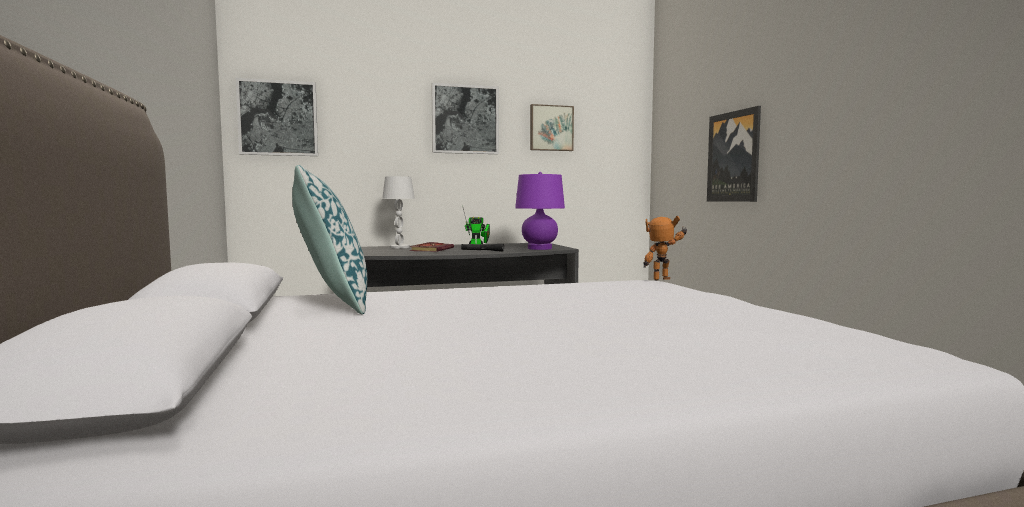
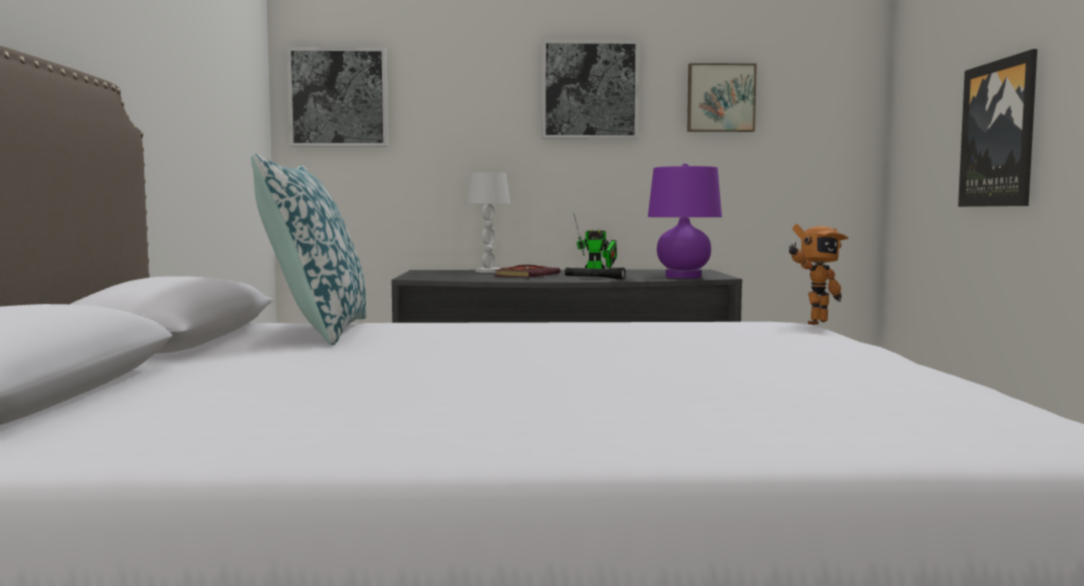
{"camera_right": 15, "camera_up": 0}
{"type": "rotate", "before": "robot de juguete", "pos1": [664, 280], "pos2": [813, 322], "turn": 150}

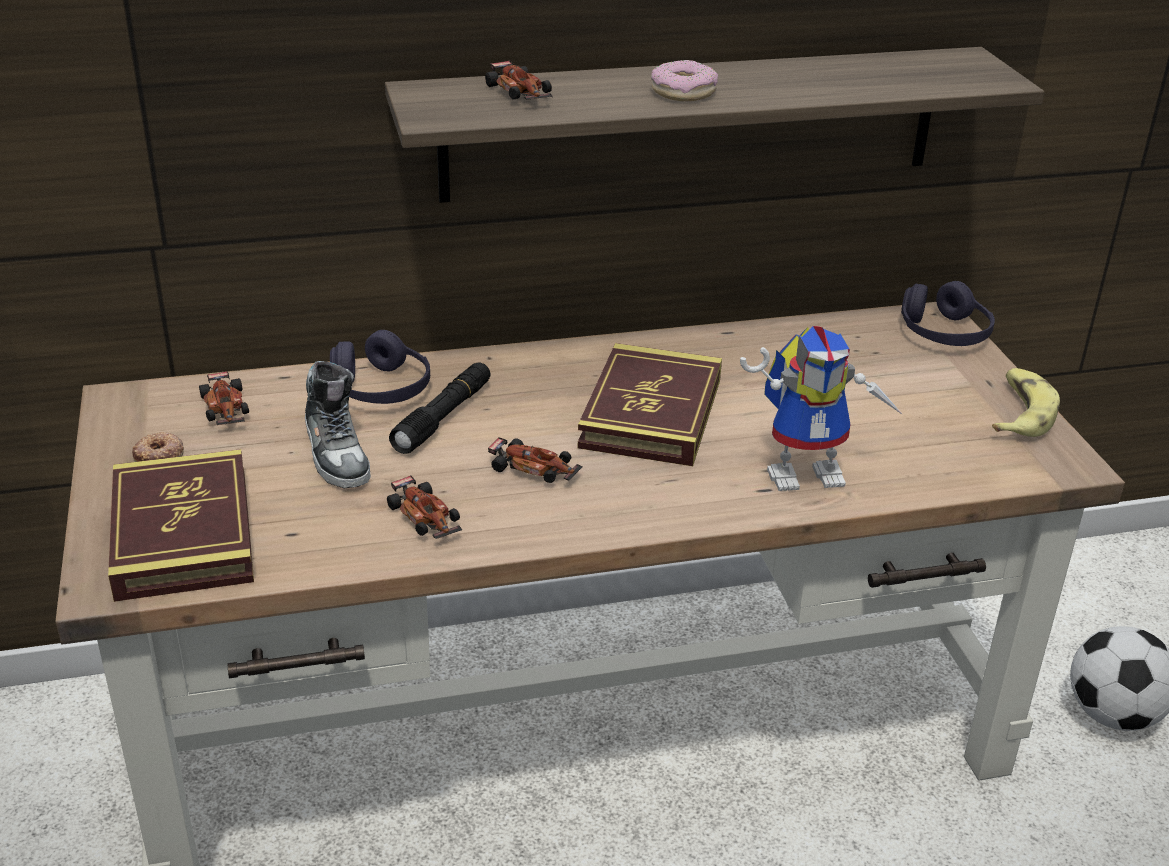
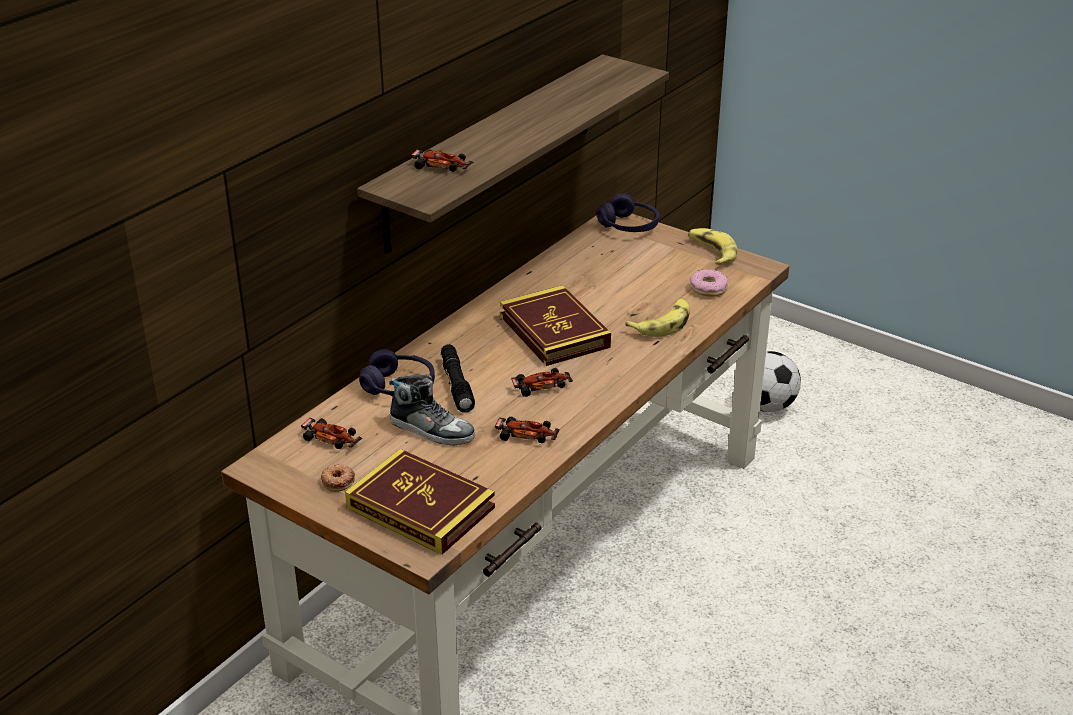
{"camera_right": -40, "camera_up": 0}
{"type": "move", "before": "rosquilla", "pos1": [683, 92], "pos2": [708, 288]}
{"type": "replace", "before": "robot de juguete", "after": "plátano", "pos1": [808, 471], "pos2": [662, 324]}

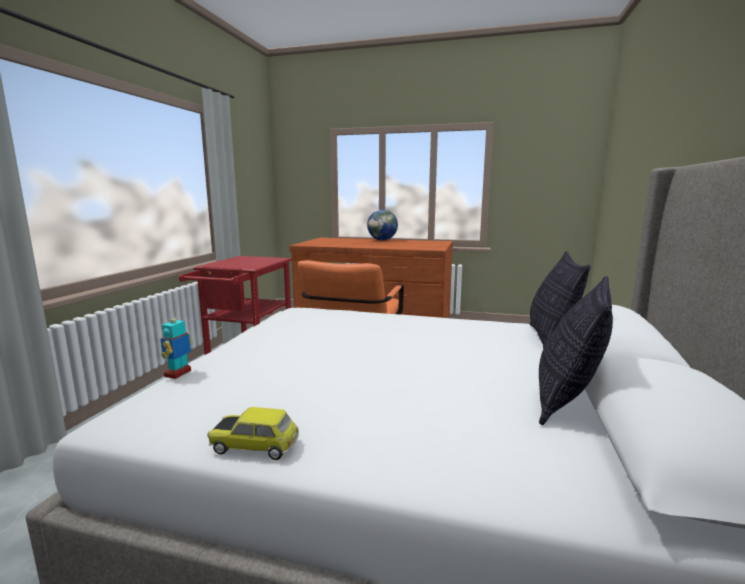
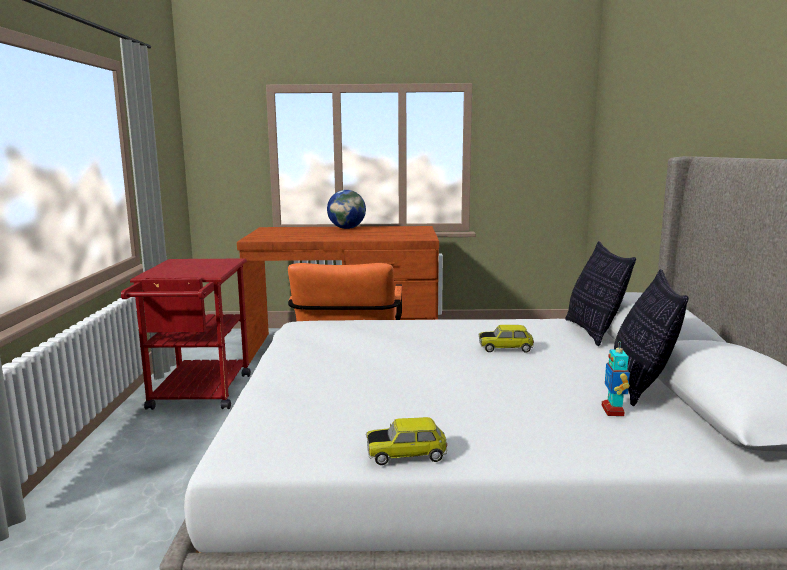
{"camera_right": -15, "camera_up": 0}
{"type": "move", "before": "robot de juguete", "pos1": [178, 374], "pos2": [613, 411]}
{"type": "insert", "after": "coche de juguete", "pos2": [505, 348]}

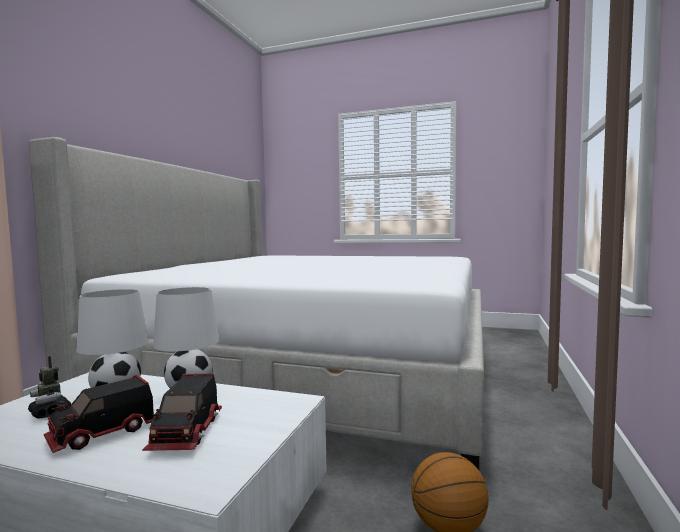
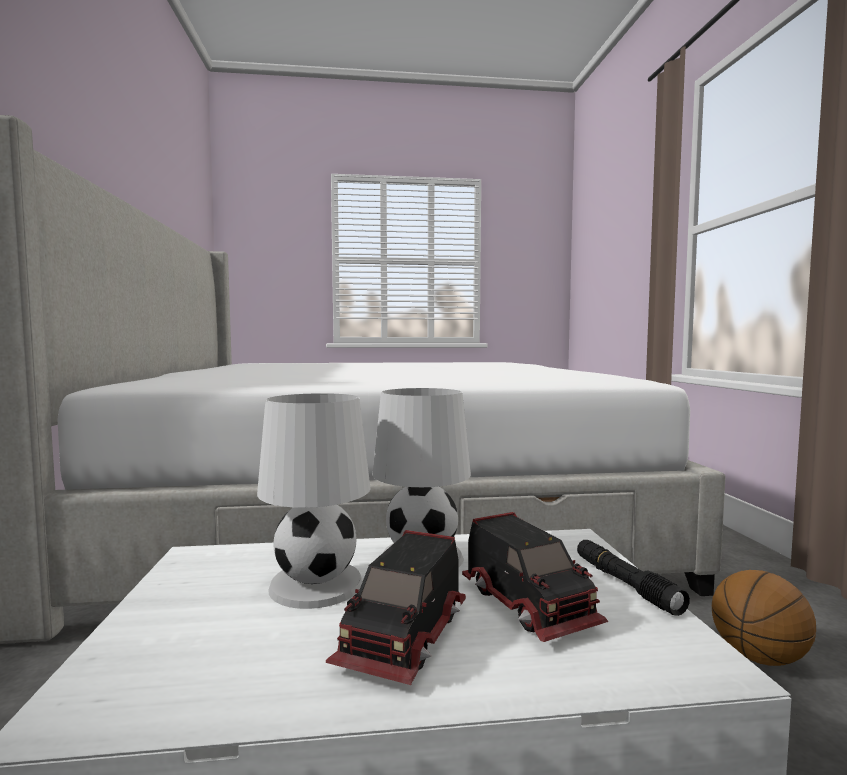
{"camera_right": -25, "camera_up": 0}
{"type": "delete", "before": "robot de juguete", "pos1": [50, 412]}
{"type": "insert", "after": "linterna (negro)", "pos2": [625, 584]}

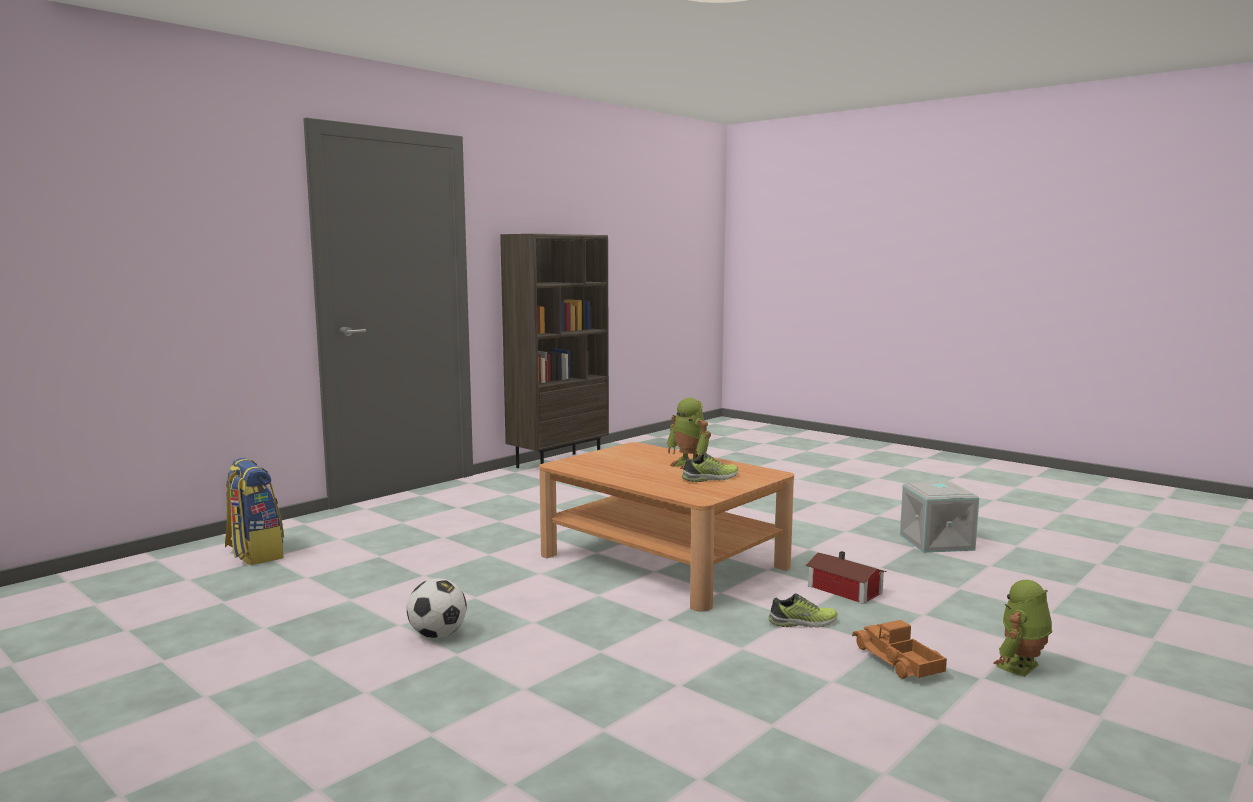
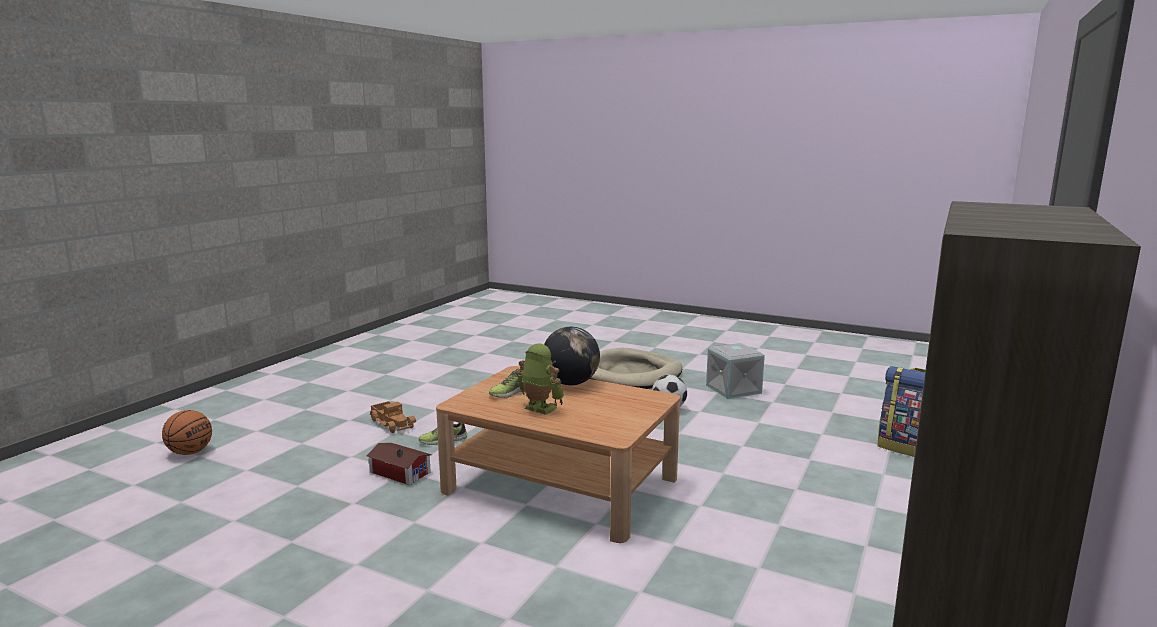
{"camera_right": 165, "camera_up": 5}
{"type": "move", "before": "caja de almacenaje (gris)", "pos1": [935, 542], "pos2": [734, 389]}
{"type": "delete", "before": "robot de juguete", "pos1": [1021, 667]}
{"type": "insert", "after": "globo terráqueo", "pos2": [570, 383]}
{"type": "insert", "after": "cama para perro (beis)", "pos2": [631, 374]}
{"type": "insert", "after": "balón de baloncesto", "pos2": [190, 452]}

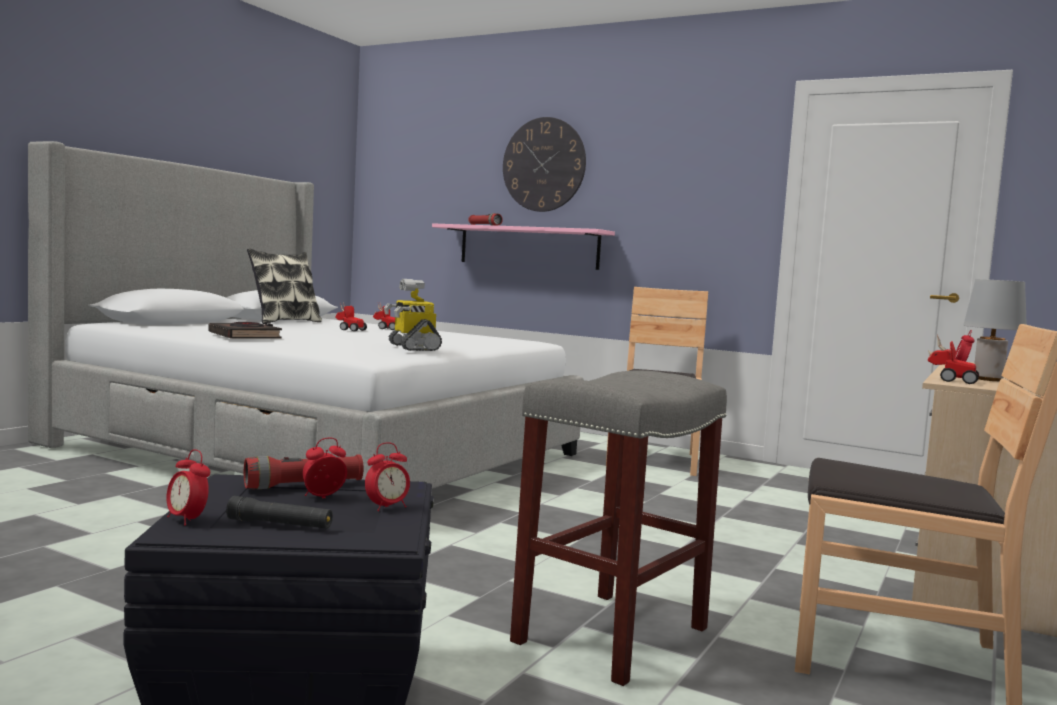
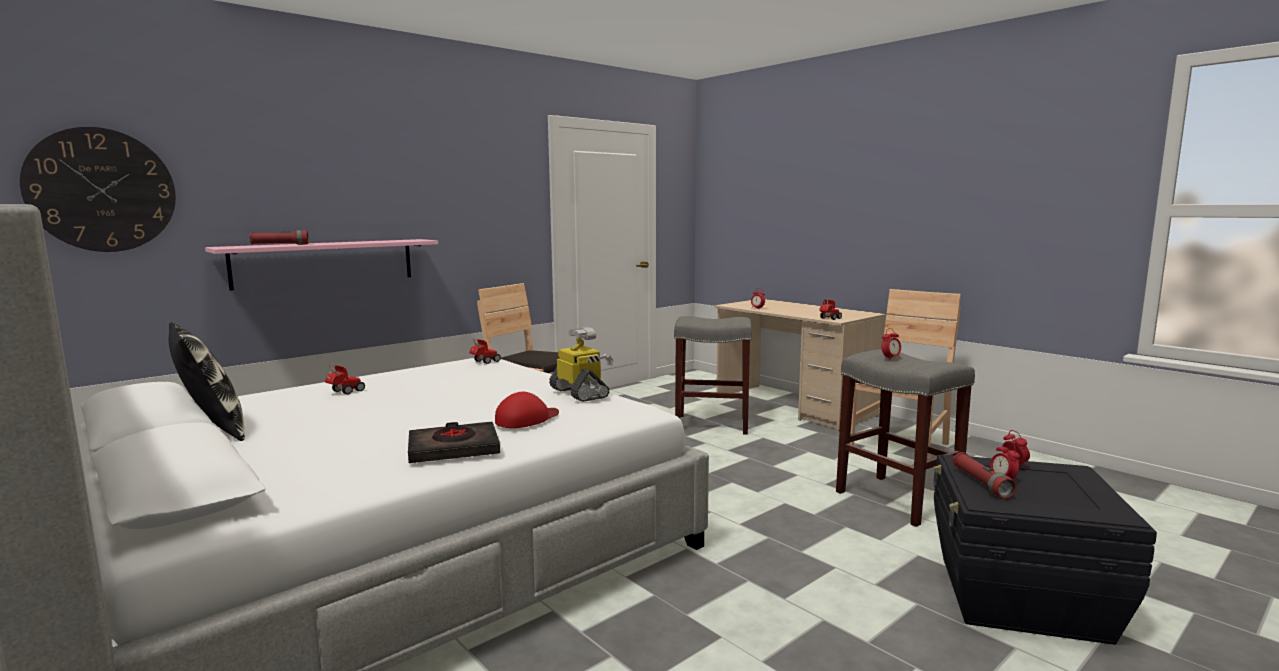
{"camera_right": -70, "camera_up": 5}
{"type": "move", "before": "reloj de pared", "pos1": [544, 164], "pos2": [102, 190]}
{"type": "rotate", "before": "robot de juguete", "pos1": [412, 347], "pos2": [580, 393], "turn": -120}
{"type": "delete", "before": "lámpara de mesa (gris)", "pos1": [988, 379]}
{"type": "move", "before": "coche de juguete", "pos1": [349, 330], "pos2": [484, 362]}
{"type": "move", "before": "despertador", "pos1": [187, 520], "pos2": [890, 358]}
{"type": "delete", "before": "linterna (negro)", "pos1": [280, 524]}
{"type": "insert", "after": "taburete (gris)", "pos2": [710, 424]}
{"type": "insert", "after": "gorra (rojo)", "pos2": [527, 419]}

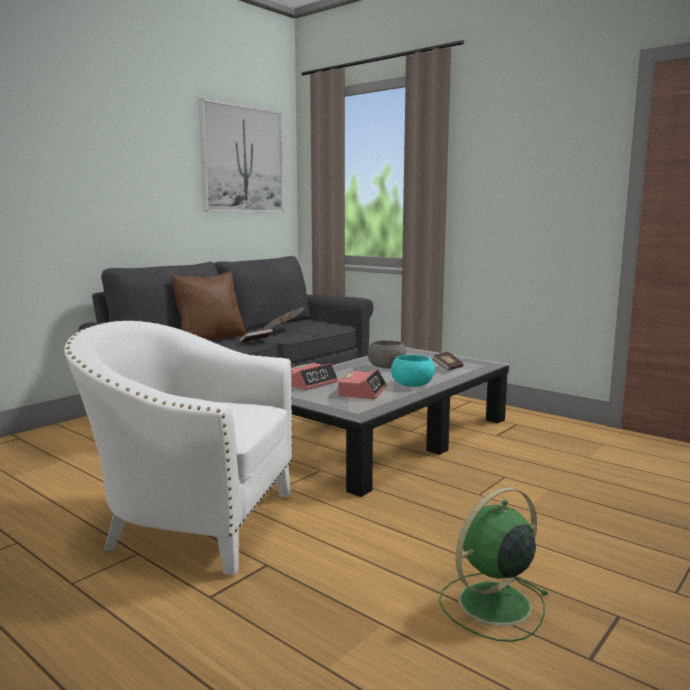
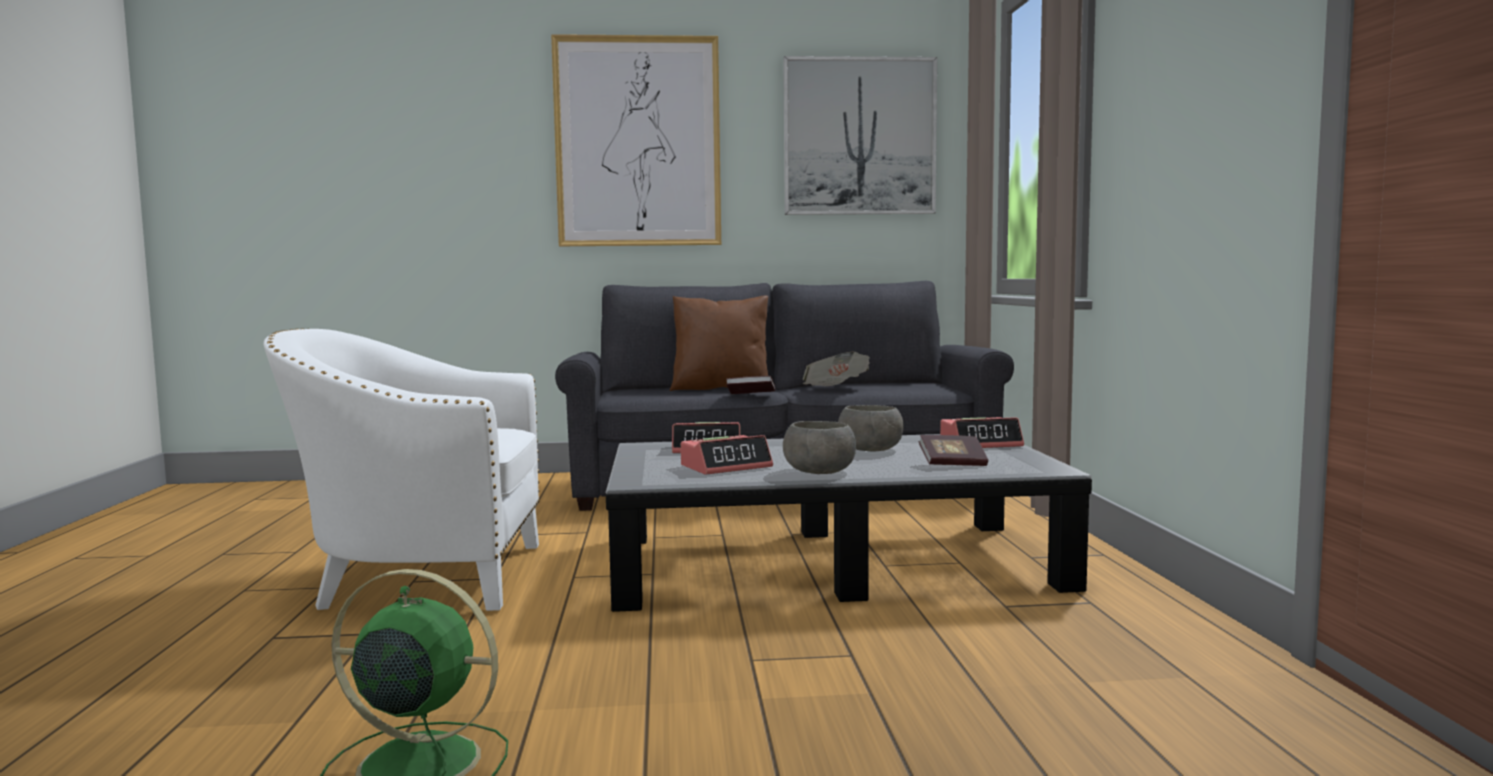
{"camera_right": 45, "camera_up": -5}
{"type": "rotate", "before": "sillón (blanco)", "pos1": [191, 522], "pos2": [420, 579], "turn": -60}
{"type": "recolor", "before": "cuenco (turquesa)", "after": "cuenco (gris)", "pos1": [412, 384], "pos2": [820, 471]}
{"type": "insert", "after": "cuadro", "pos2": [638, 142]}
{"type": "insert", "after": "despertador", "pos2": [981, 444]}

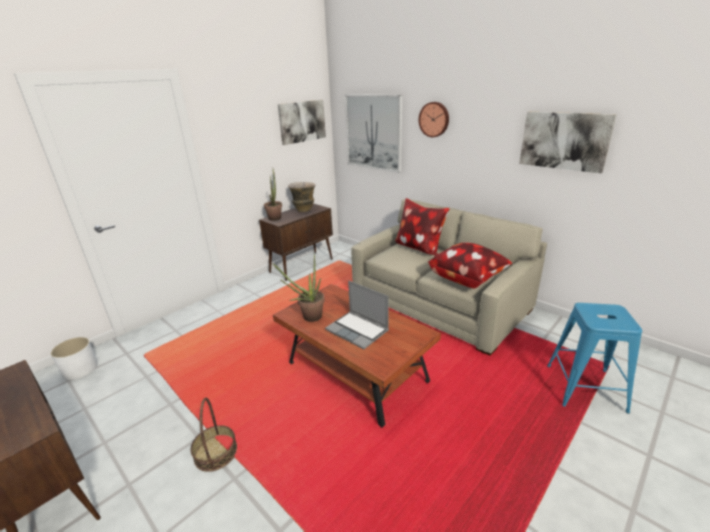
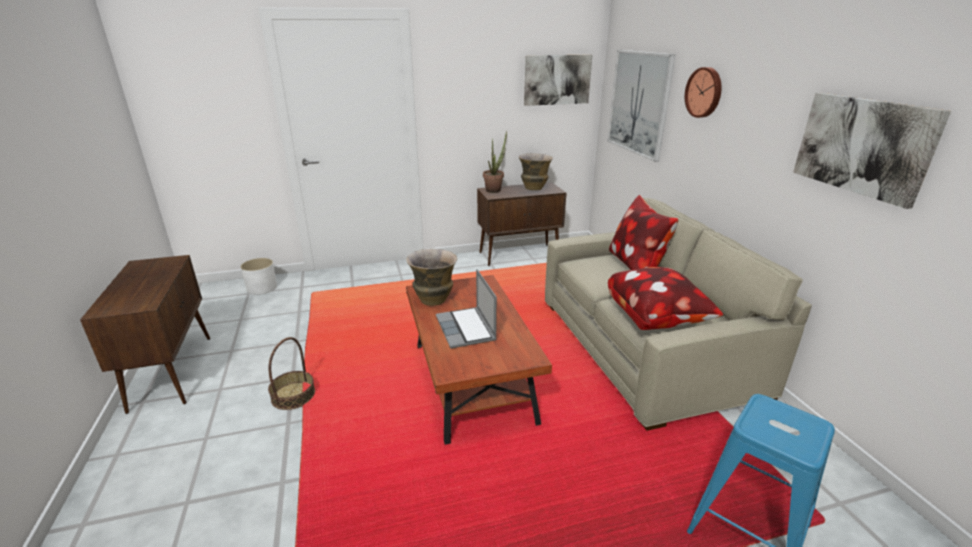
{"camera_right": 30, "camera_up": 0}
{"type": "replace", "before": "planta en maceta", "after": "florero", "pos1": [308, 317], "pos2": [434, 300]}

